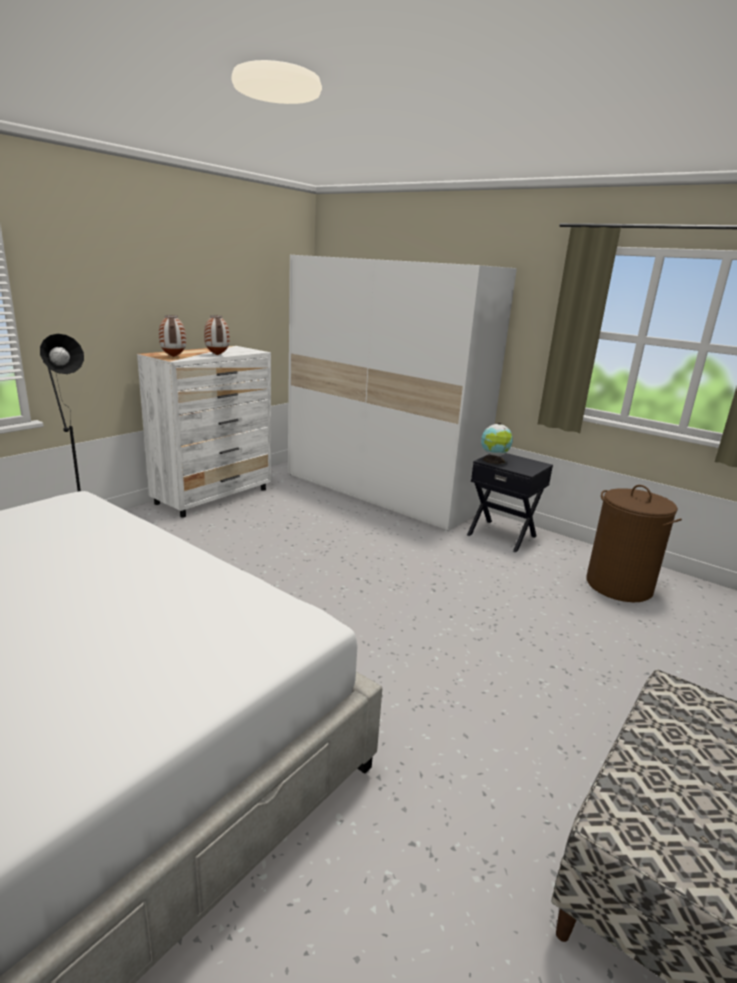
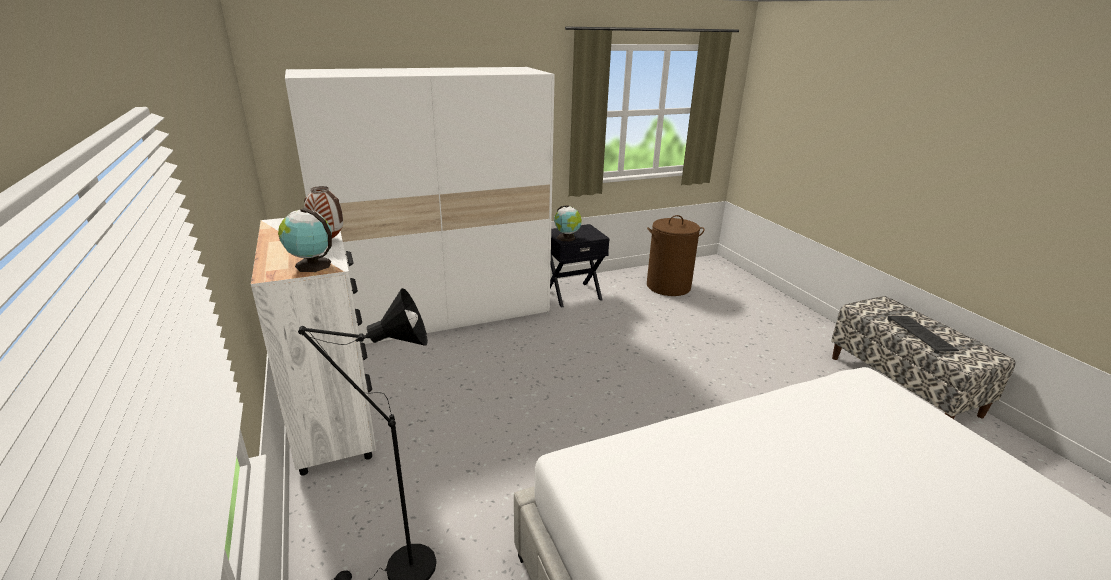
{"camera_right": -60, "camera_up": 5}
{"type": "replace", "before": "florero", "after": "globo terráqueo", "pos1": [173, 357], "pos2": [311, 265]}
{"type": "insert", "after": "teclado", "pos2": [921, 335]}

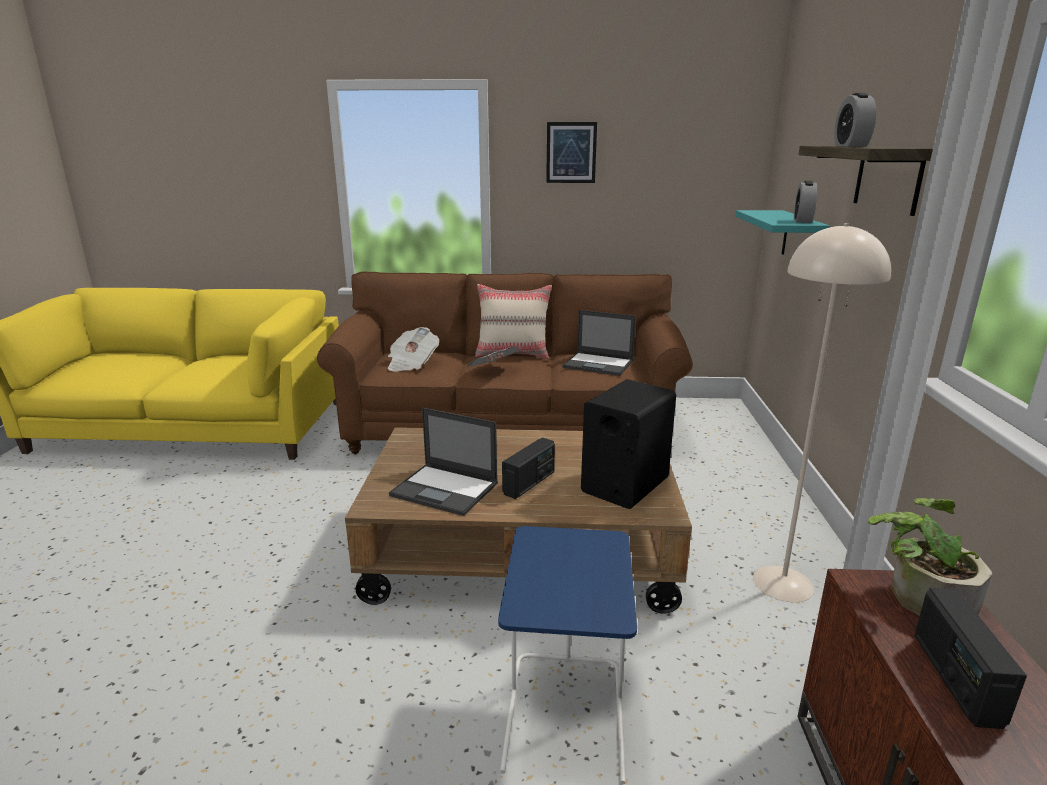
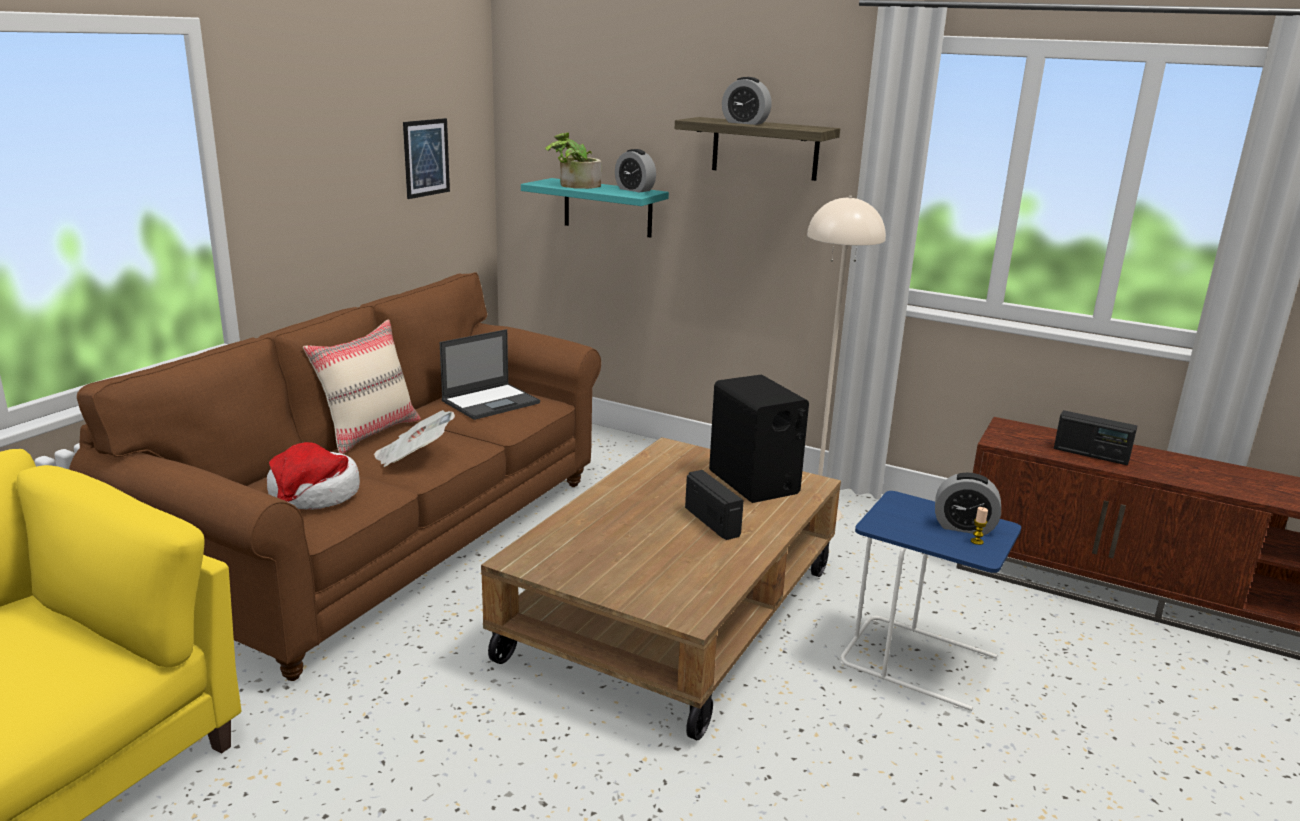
{"camera_right": -65, "camera_up": 0}
{"type": "move", "before": "cuadro", "pos1": [571, 152], "pos2": [426, 158]}
{"type": "replace", "before": "periódico", "after": "sombrero", "pos1": [412, 364], "pos2": [313, 496]}
{"type": "delete", "before": "portátil", "pos1": [445, 489]}
{"type": "move", "before": "planta en maceta", "pos1": [920, 594], "pos2": [574, 185]}
{"type": "insert", "after": "despertador", "pos2": [964, 527]}
{"type": "insert", "after": "vela", "pos2": [977, 541]}

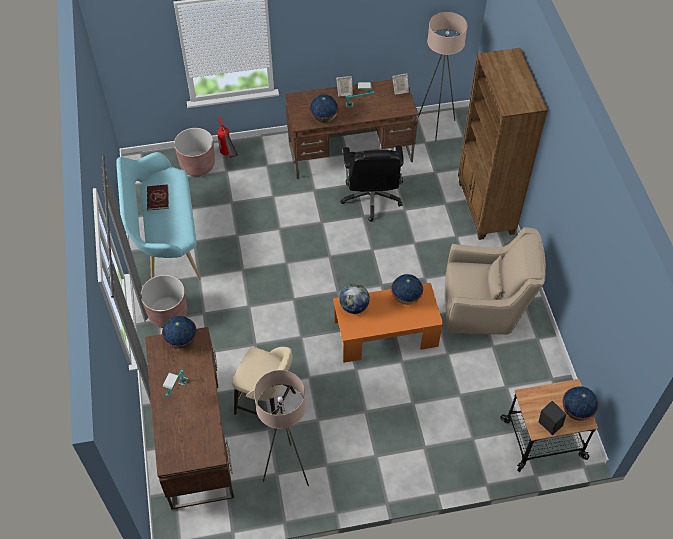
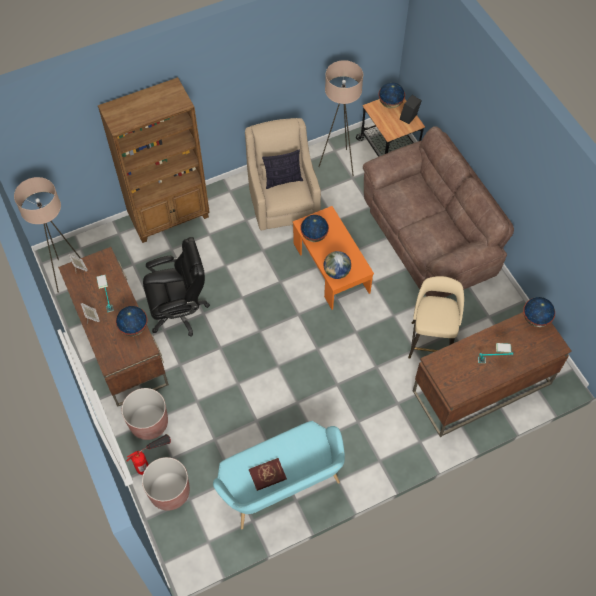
{"camera_right": -105, "camera_up": 5}
{"type": "move", "before": "maceta (marrón)", "pos1": [168, 313], "pos2": [149, 423]}
{"type": "move", "before": "globo terráqueo", "pos1": [181, 340], "pos2": [535, 319]}
{"type": "move", "before": "lámpara de pie (beis)", "pos1": [287, 470], "pos2": [339, 164]}
{"type": "insert", "after": "sofá (marrón)", "pos2": [430, 236]}
{"type": "insert", "after": "cojín", "pos2": [283, 180]}

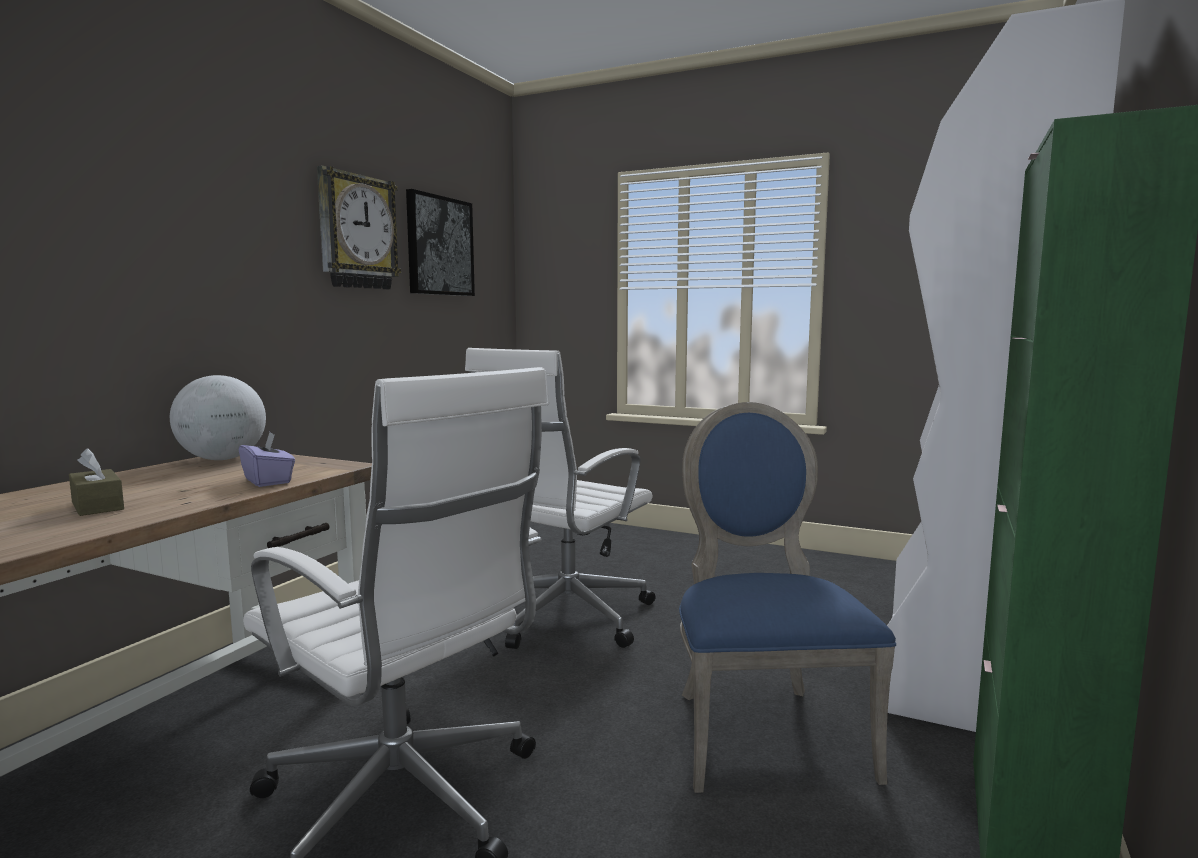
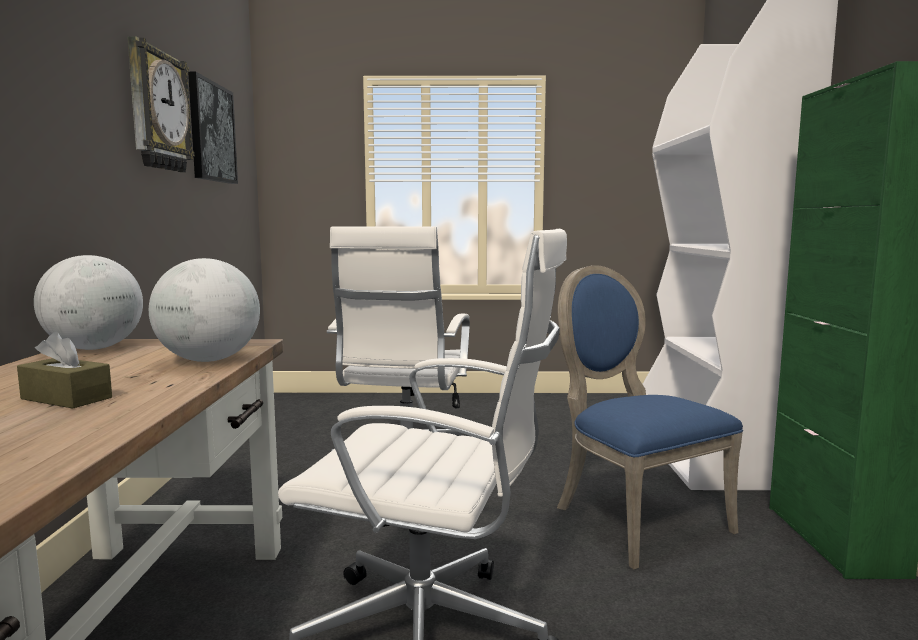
{"camera_right": -25, "camera_up": 0}
{"type": "replace", "before": "caja de pañuelos (morado)", "after": "globo terráqueo", "pos1": [268, 481], "pos2": [208, 360]}

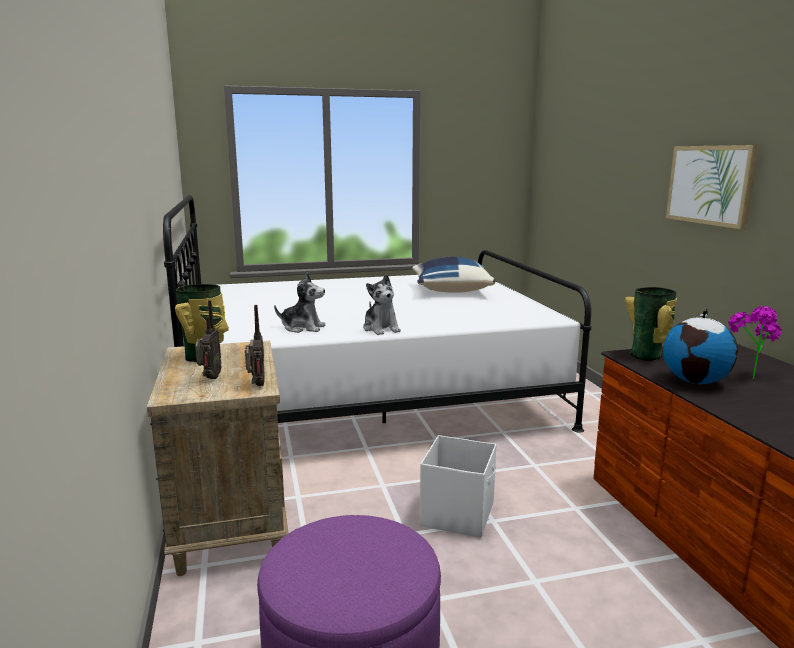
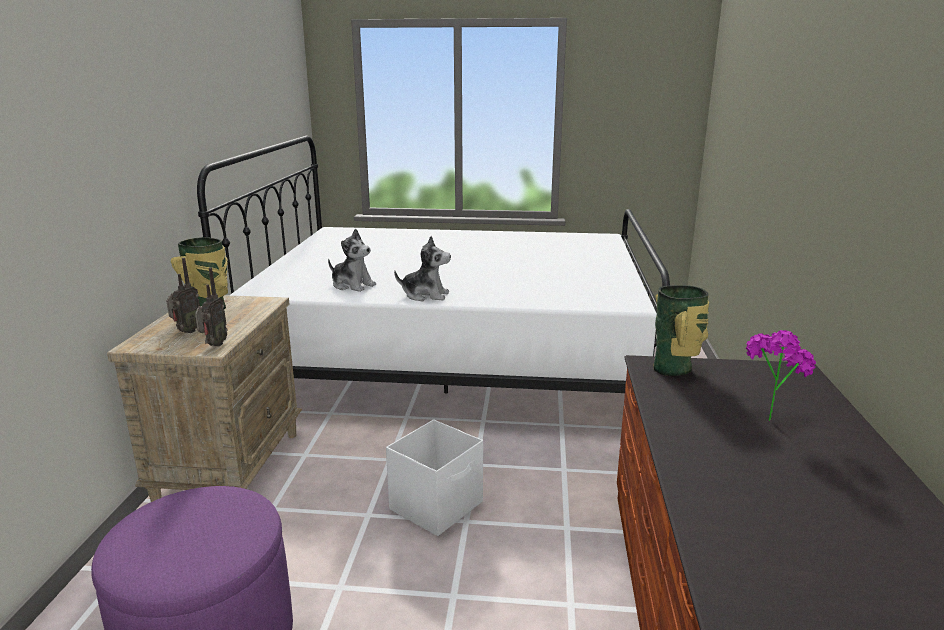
{"camera_right": 20, "camera_up": 5}
{"type": "delete", "before": "cuadro", "pos1": [710, 185]}
{"type": "delete", "before": "cojín (azul)", "pos1": [451, 290]}
{"type": "rotate", "before": "peluche", "pos1": [381, 329], "pos2": [425, 295], "turn": -75}
{"type": "delete", "before": "globo terráqueo", "pos1": [696, 381]}

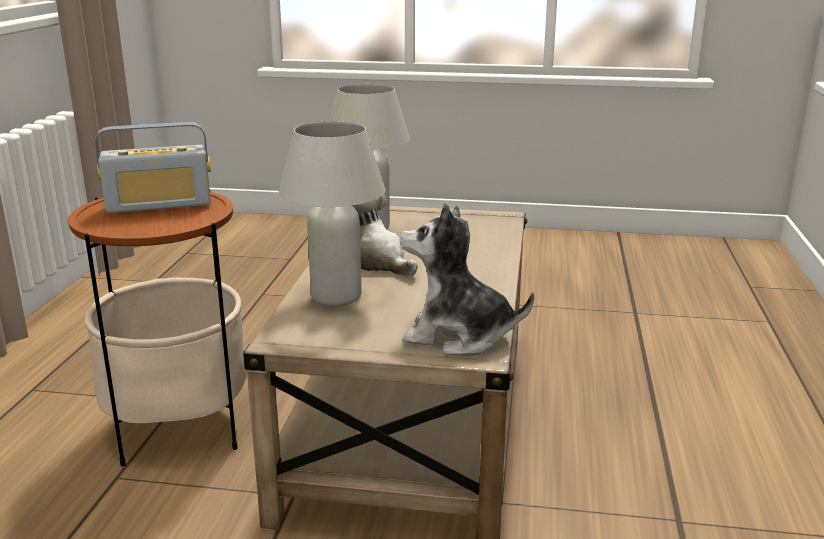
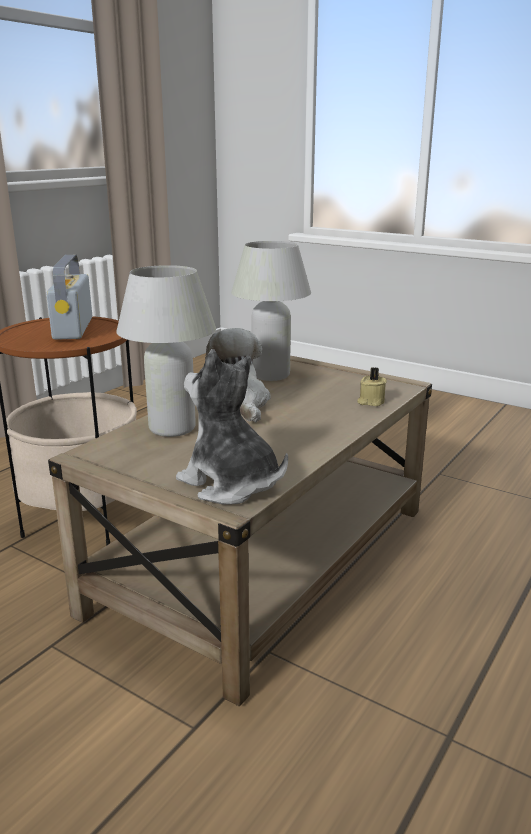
{"camera_right": 25, "camera_up": 0}
{"type": "rotate", "before": "radio", "pos1": [159, 205], "pos2": [73, 328], "turn": 75}
{"type": "insert", "after": "vela (beis)", "pos2": [370, 402]}

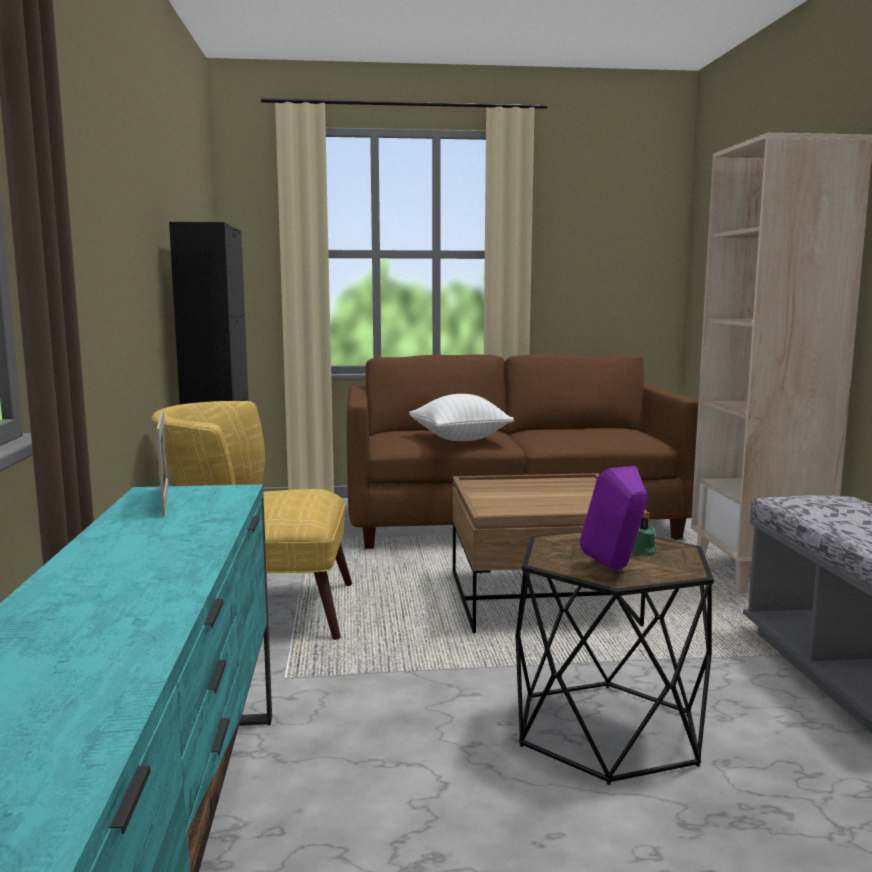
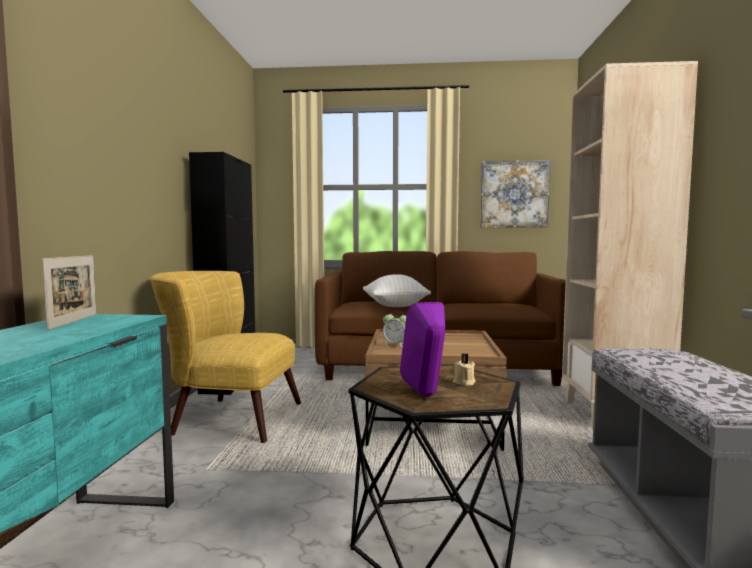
{"camera_right": 10, "camera_up": -5}
{"type": "recolor", "before": "vela (verde)", "after": "vela (beis)", "pos1": [643, 551], "pos2": [464, 382]}
{"type": "insert", "after": "cuadro", "pos2": [514, 194]}
{"type": "insert", "after": "despertador", "pos2": [396, 345]}

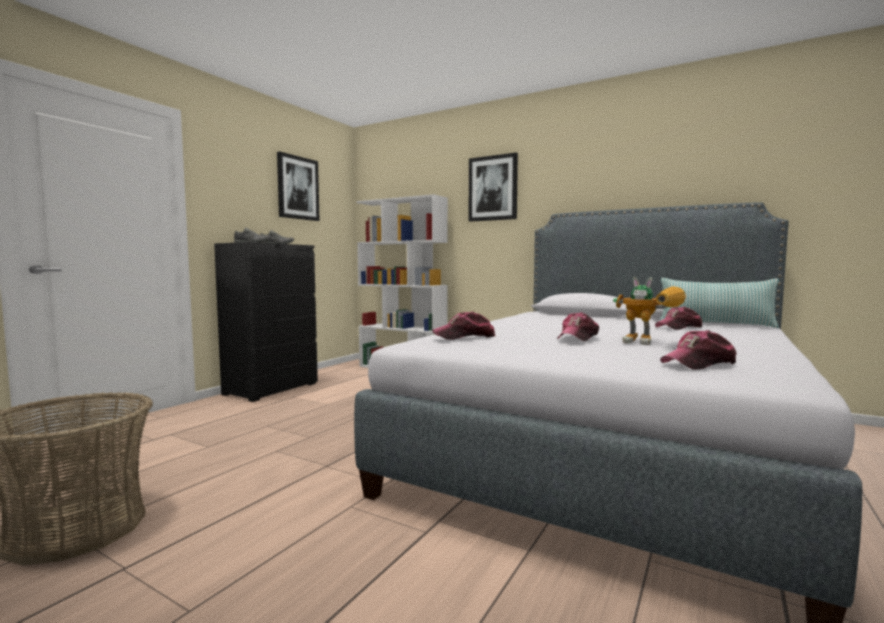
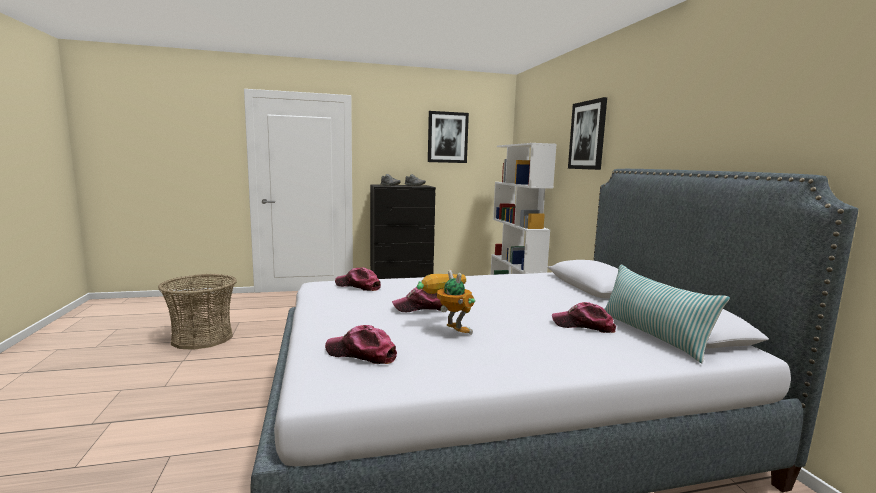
{"camera_right": 45, "camera_up": 5}
{"type": "rotate", "before": "robot de juguete", "pos1": [651, 343], "pos2": [447, 330], "turn": 150}

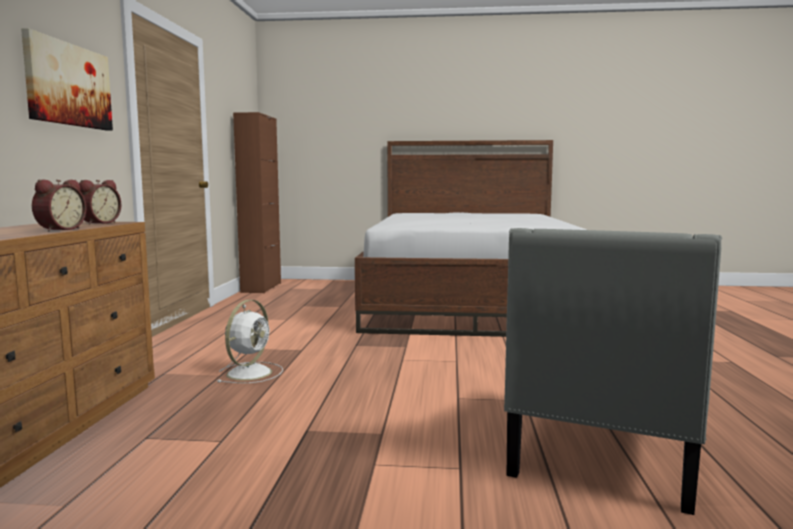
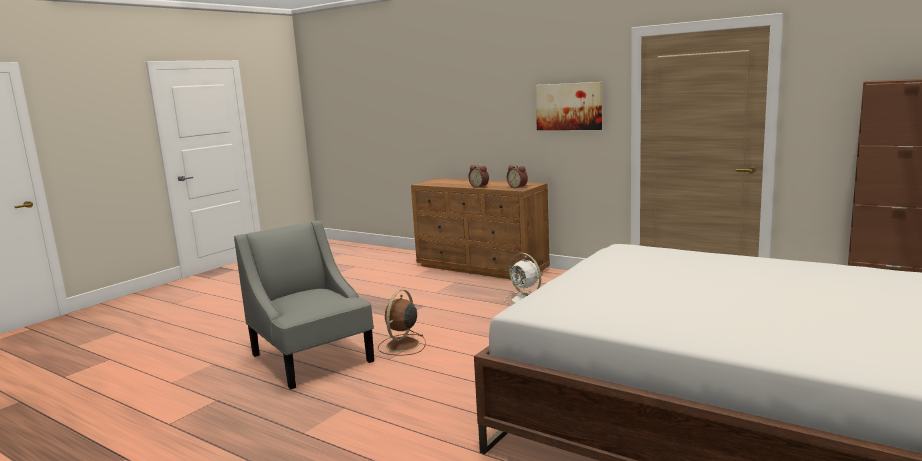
{"camera_right": 120, "camera_up": 5}
{"type": "insert", "after": "ventilador (marrón)", "pos2": [402, 345]}

